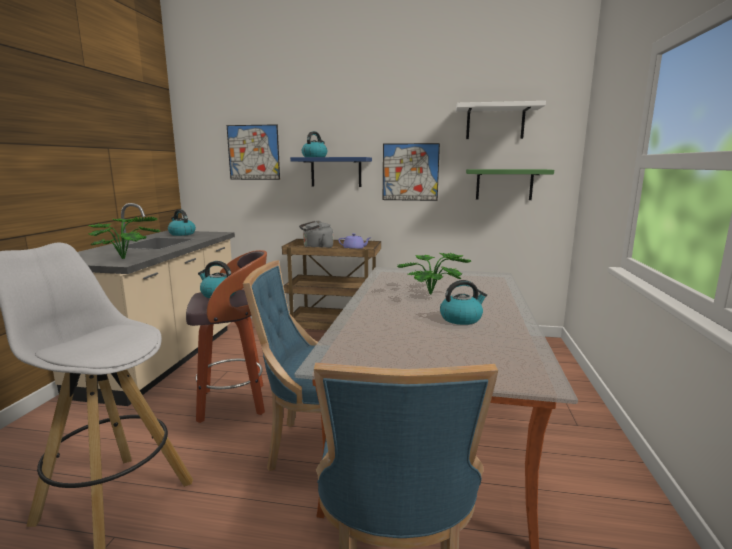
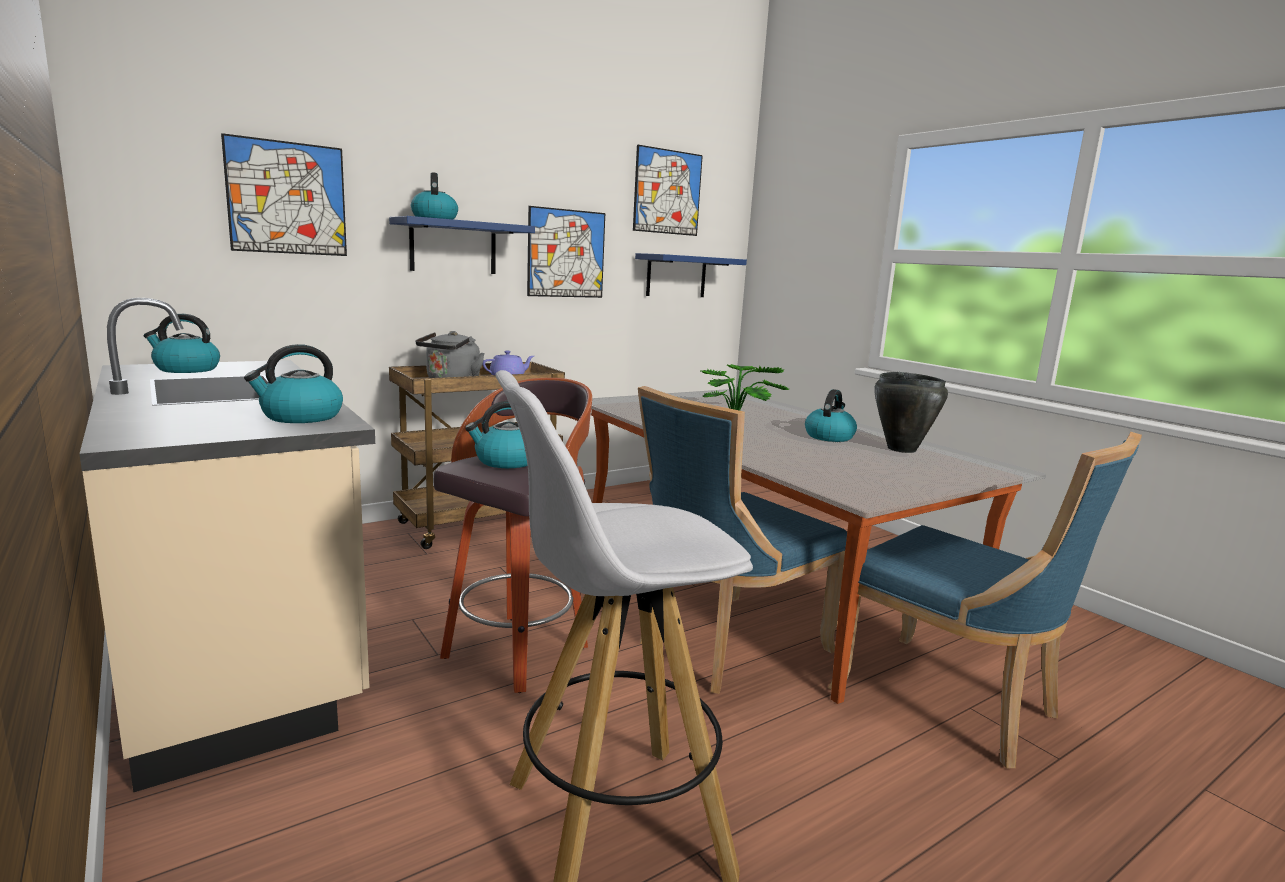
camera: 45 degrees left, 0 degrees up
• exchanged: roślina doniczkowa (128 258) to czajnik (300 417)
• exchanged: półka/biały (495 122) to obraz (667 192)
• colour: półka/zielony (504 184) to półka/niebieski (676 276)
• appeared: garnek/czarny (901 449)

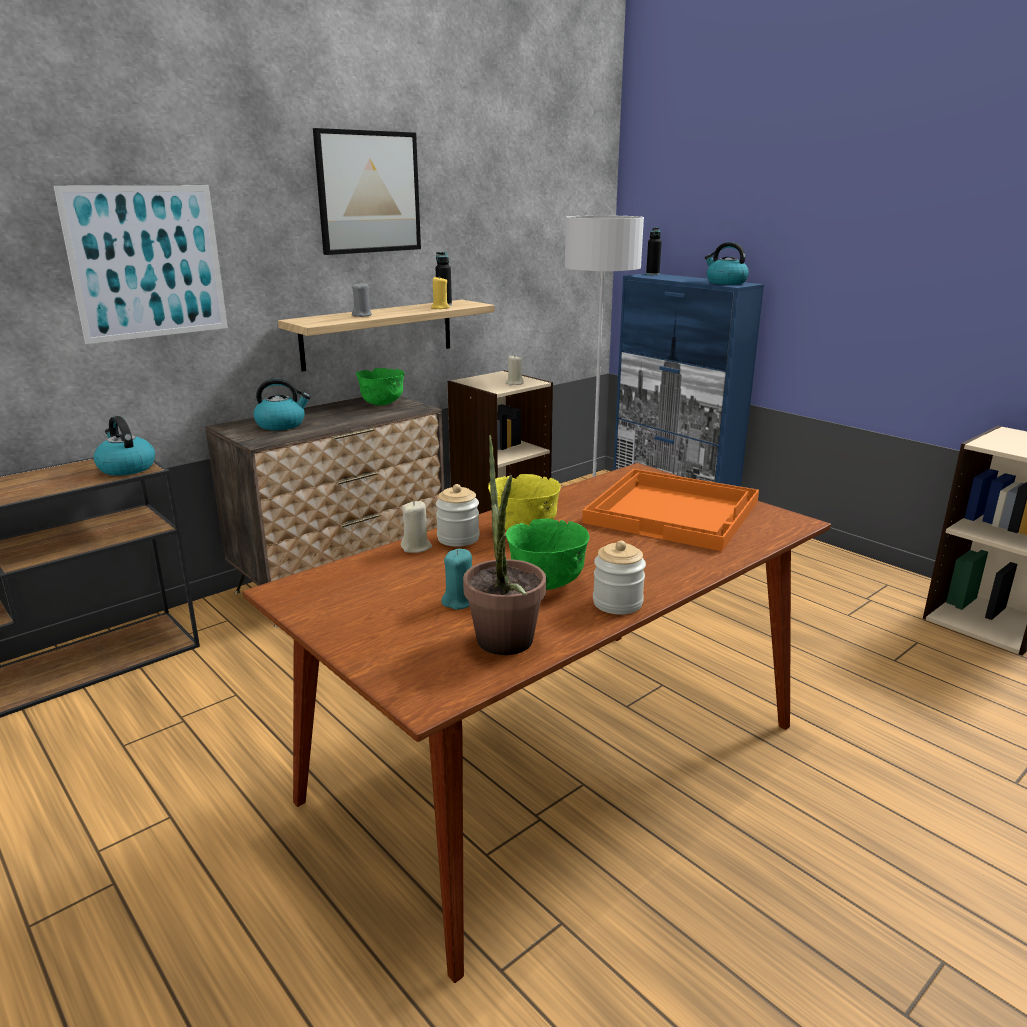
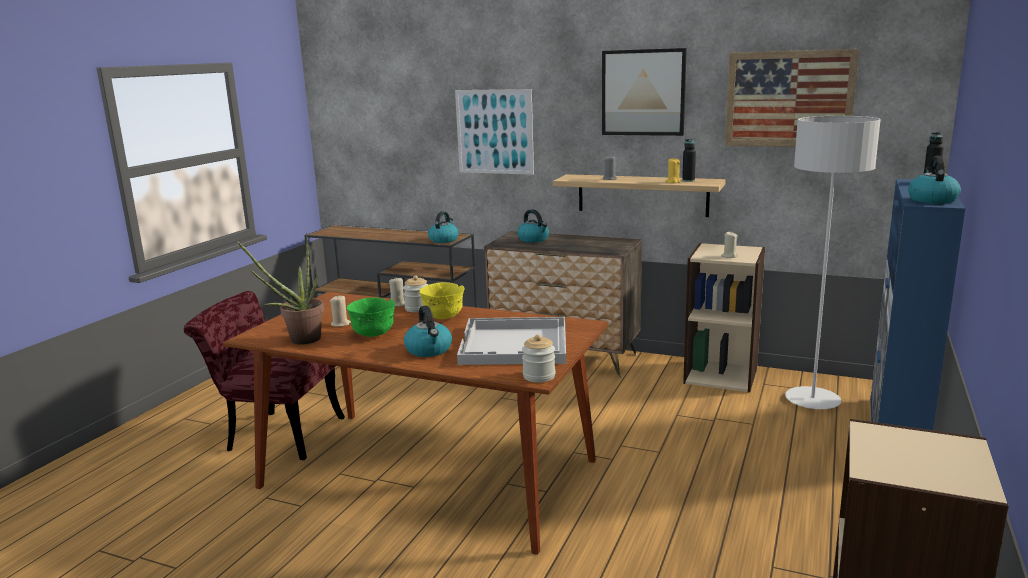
camera: 65 degrees right, 5 degrees down
• appeared: krzesło/czerwony (275 434)
• colour: świeca/turkusowy (459 601) to świeca/beżowy (340 324)
• appeared: czajnik (429 350)
• colour: taca/pomarańczowy (674 511) to taca/biały (515 344)
• relocated: słoik (617 603) to (539 376)
• appeared: obraz (789 99)
• missing: miska/zielony (382 404)

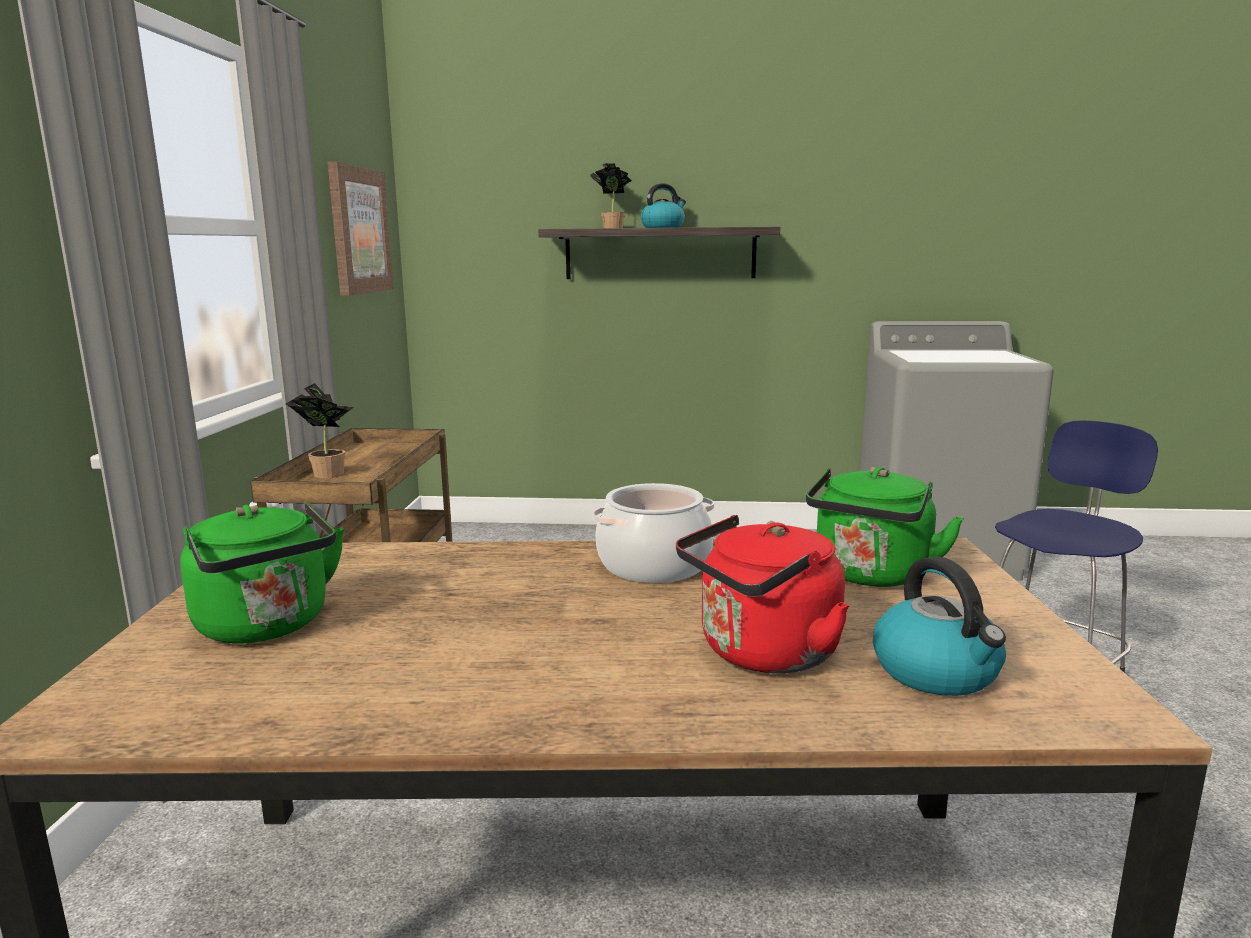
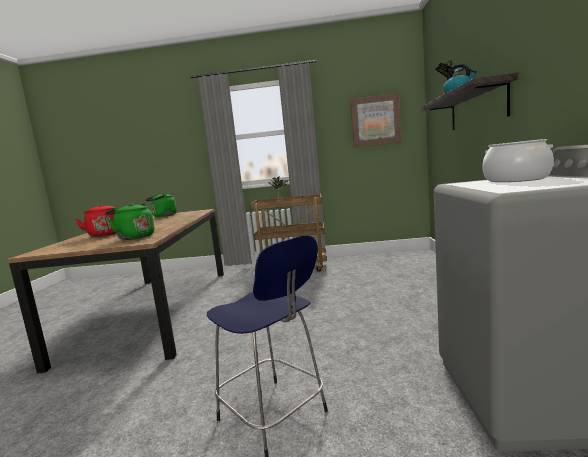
camera: 90 degrees right, 5 degrees down
• relocated: garnek (654 565) to (516 179)
• missing: czajnik (937 672)

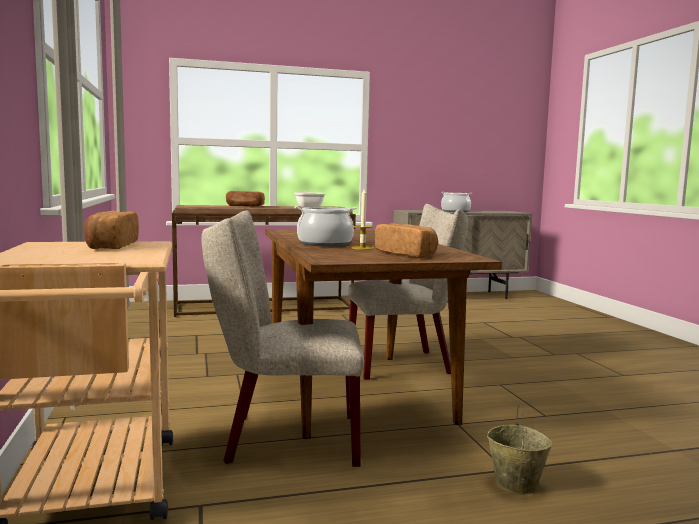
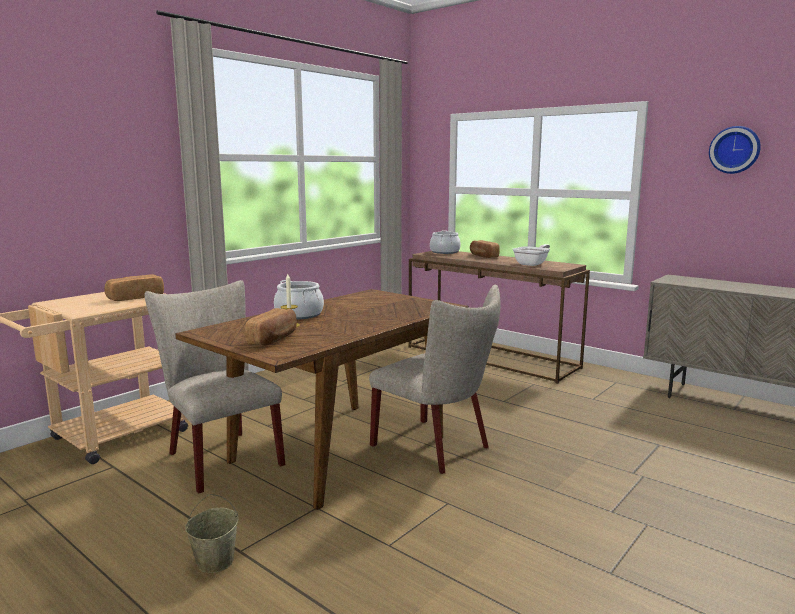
camera: 55 degrees right, 5 degrees up
• relocated: garnek (455 211) to (445 252)
• appeared: zegar ścienny (735 150)

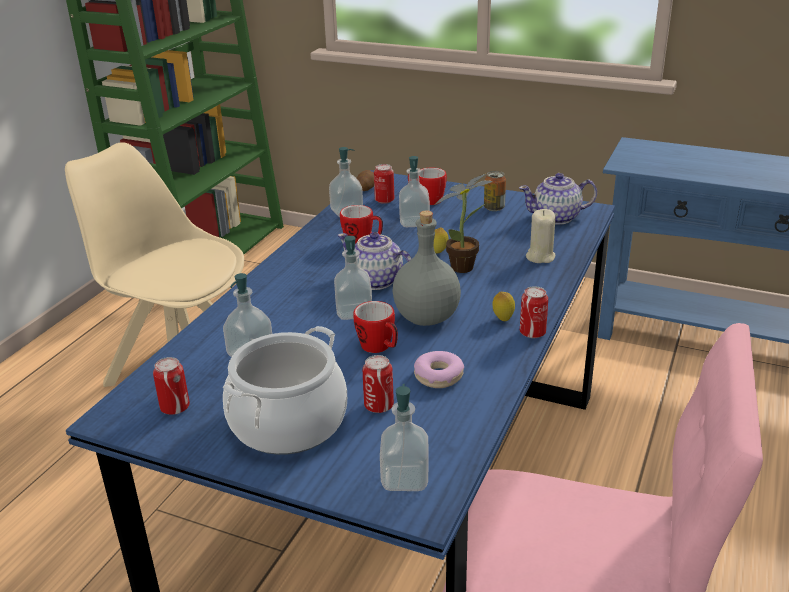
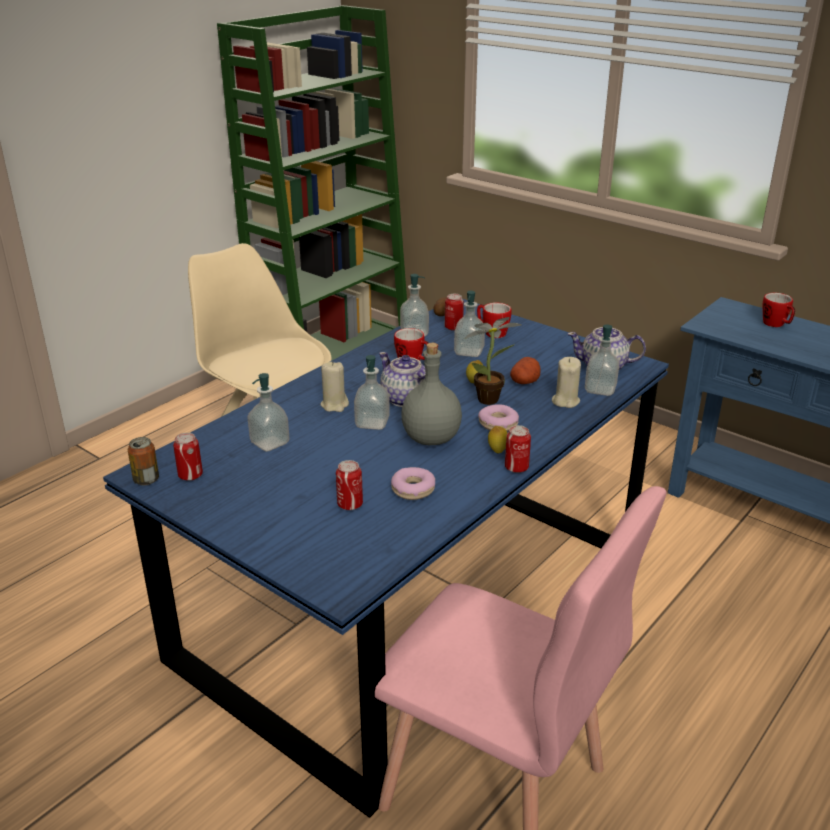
camera: 15 degrees right, 0 degrees up
• relocated: puszka (494 208) to (146 480)
• appeared: świeca/beżowy (335 405)
• appeared: donut (498 424)
• appeared: ziemniak (525 381)
• relocated: dozownik mydła (405 478) to (600 389)
• relocated: kubek (379 348) to (776 325)
• missing: garnek (289 423)

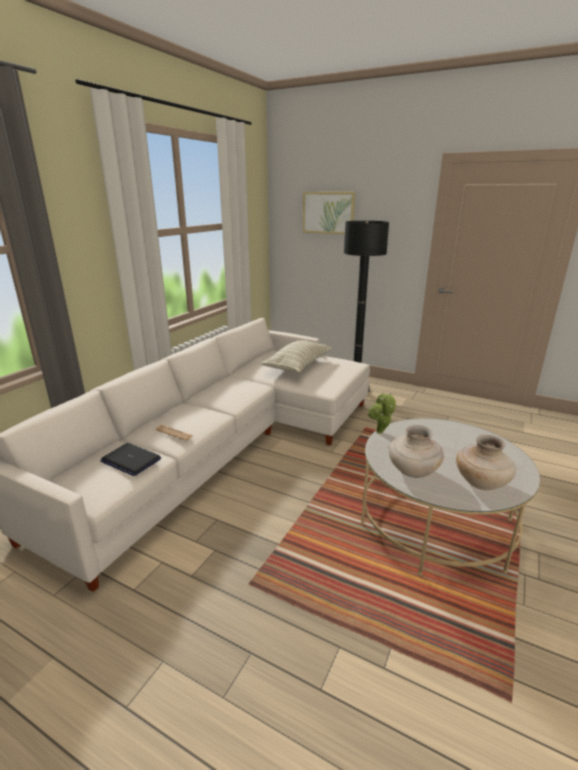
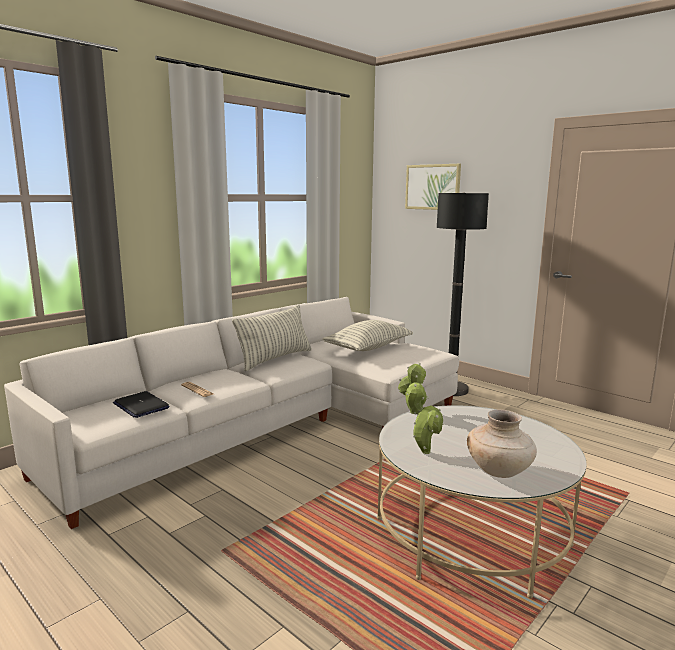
camera: 15 degrees right, 10 degrees down
• appeared: poduszka (275 359)
• exchanged: wazon/beżowy (412 472) to roślina doniczkowa (423 450)

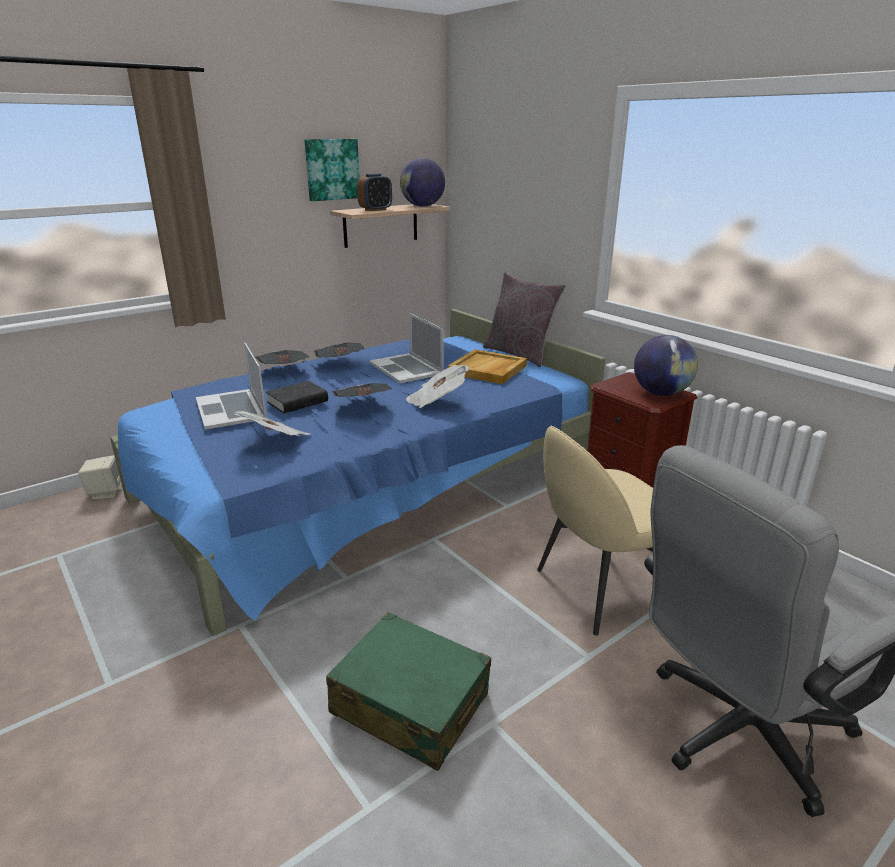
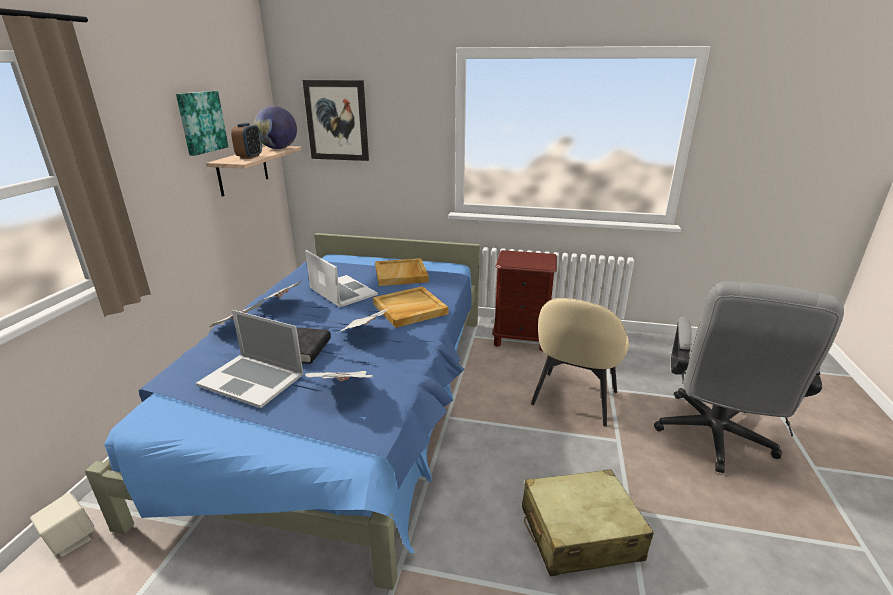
camera: 40 degrees left, 0 degrees up
• appeared: obraz (337 121)
• spun: laptop (406 368) = (342 291) 150 degrees counterclockwise
• exchanged: gazeta (436 401) to taca/beżowy (409 309)
• colour: walizka/zielony (410 704) to walizka/beżowy (579 533)
• missing: poduszka/szary (519 354)
• missing: globus (661 393)

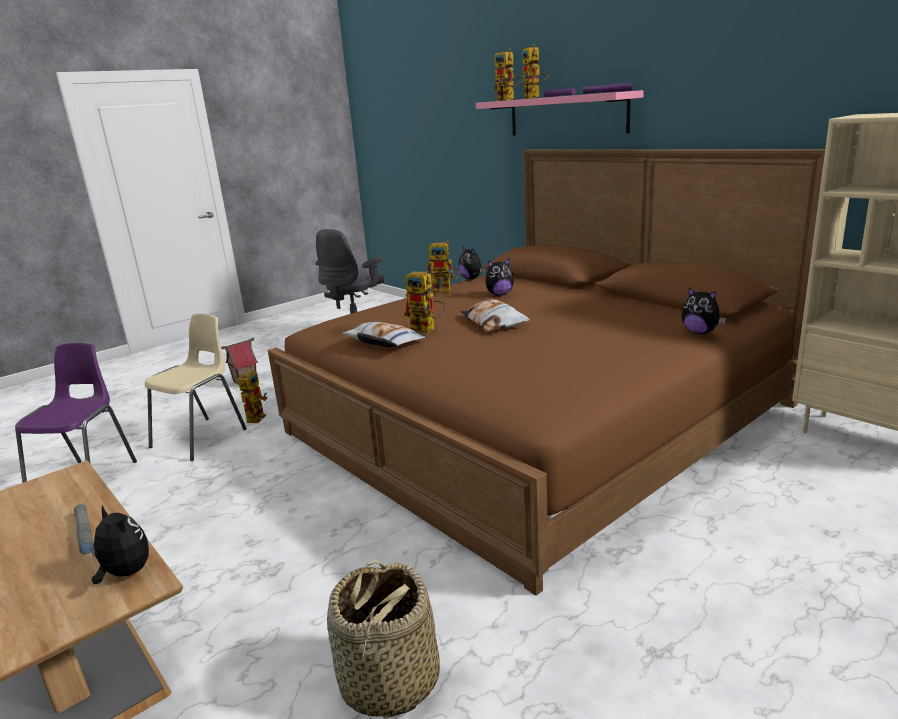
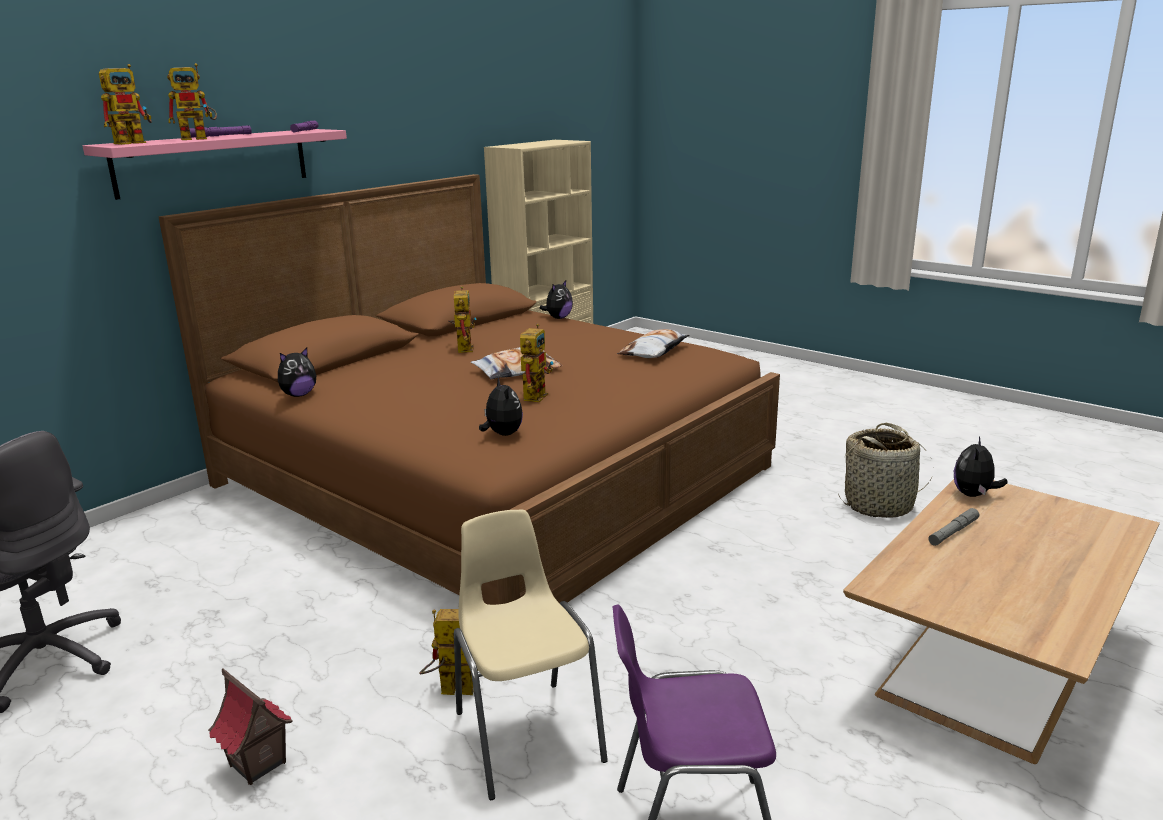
camera: 100 degrees left, 0 degrees up
• relocated: robot zabawkowy (446 291) to (463 347)
• spun: krzesło/beżowy (201 437) = (526 734) 45 degrees clockwise
• relocated: pluszak (499 294) to (502 434)
• relocated: poduszka (385 342) to (654 351)

